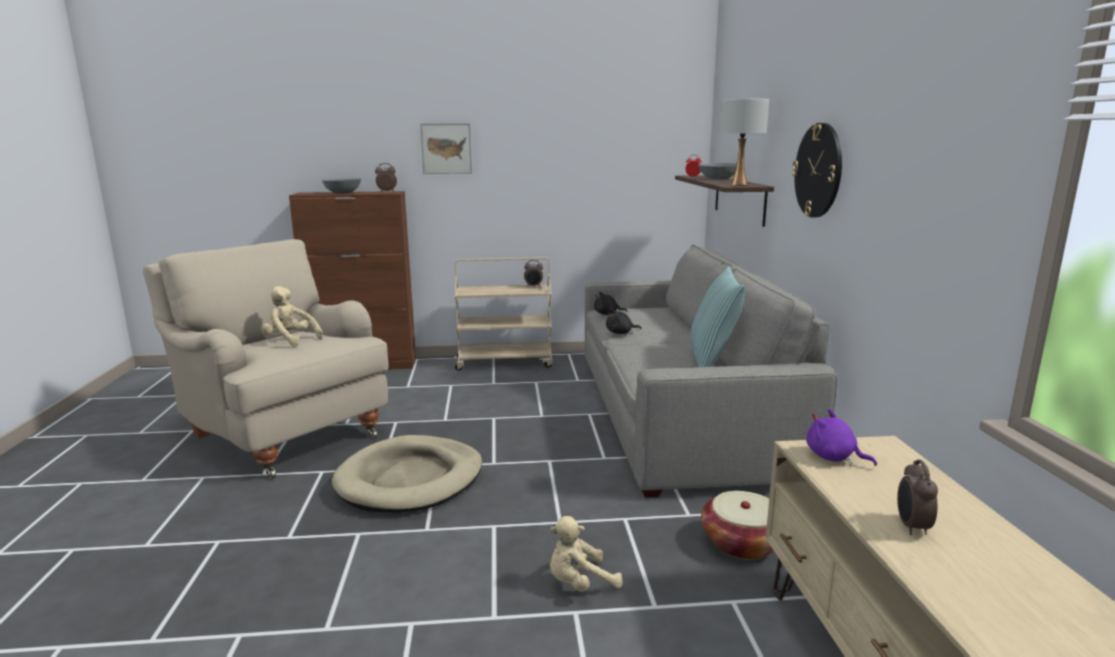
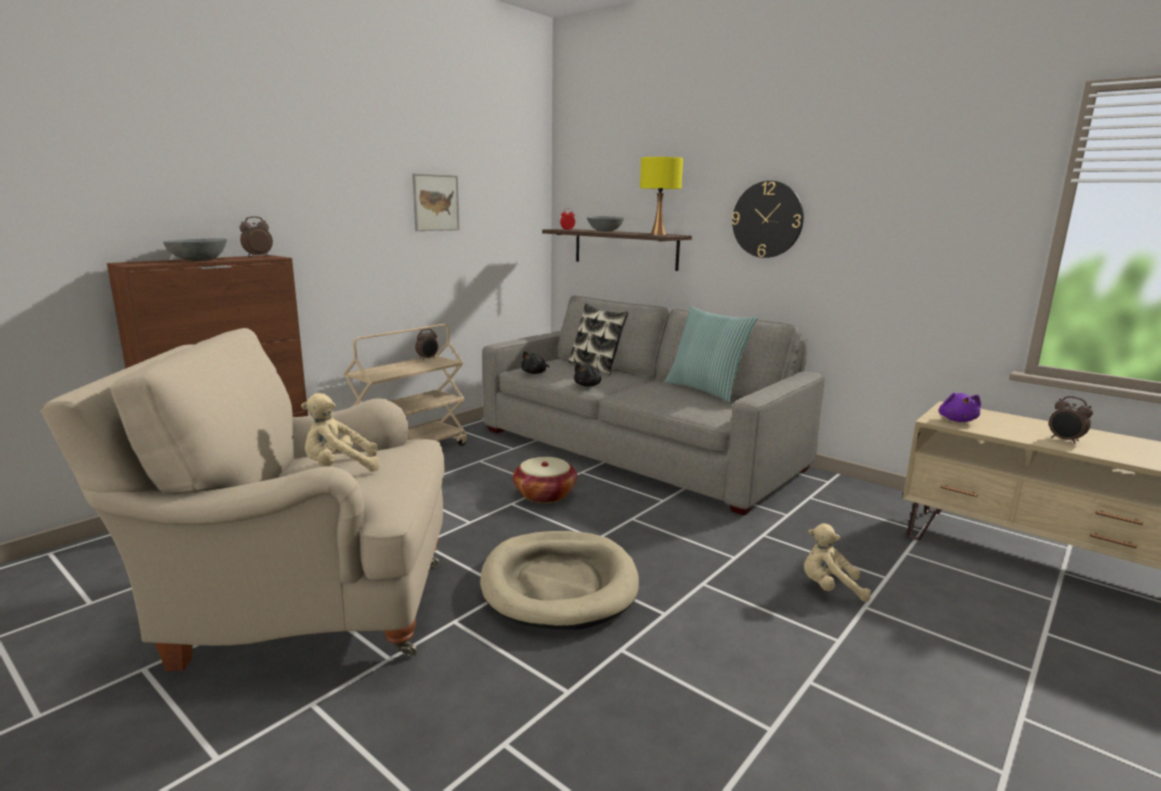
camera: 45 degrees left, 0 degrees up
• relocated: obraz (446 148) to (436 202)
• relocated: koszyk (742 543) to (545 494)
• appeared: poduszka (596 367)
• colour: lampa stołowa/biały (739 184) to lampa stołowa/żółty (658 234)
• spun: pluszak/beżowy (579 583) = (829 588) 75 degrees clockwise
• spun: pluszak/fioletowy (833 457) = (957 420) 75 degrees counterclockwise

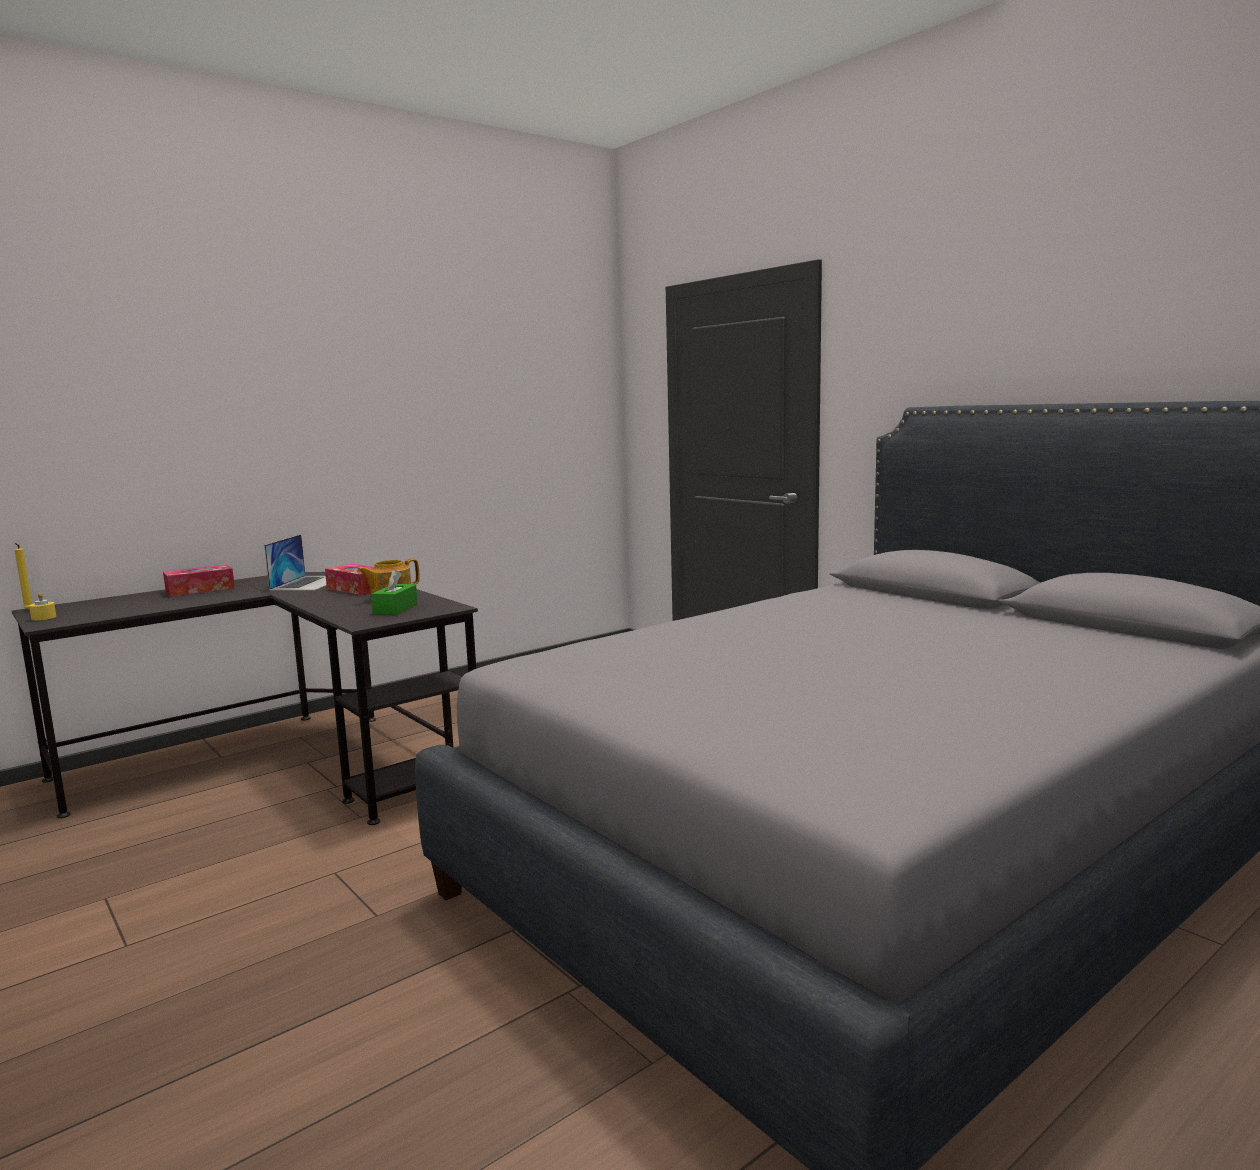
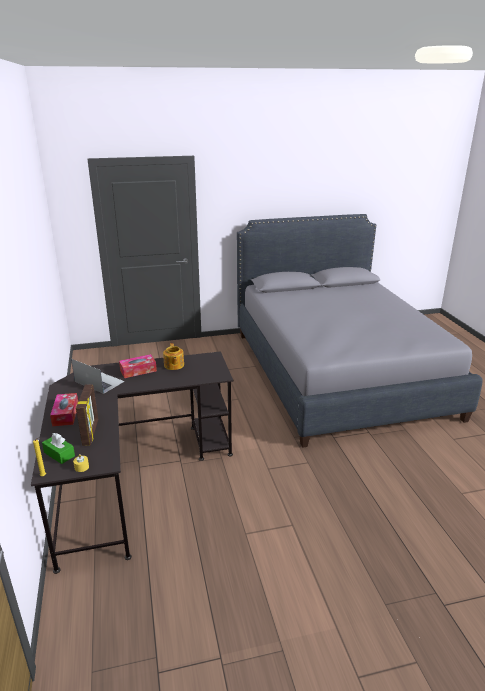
camera: 65 degrees left, 15 degrees up
• relocated: pudełko chusteczek/zielony (395 609) to (59 454)
• appeared: ramka na zdjęcie (91 432)

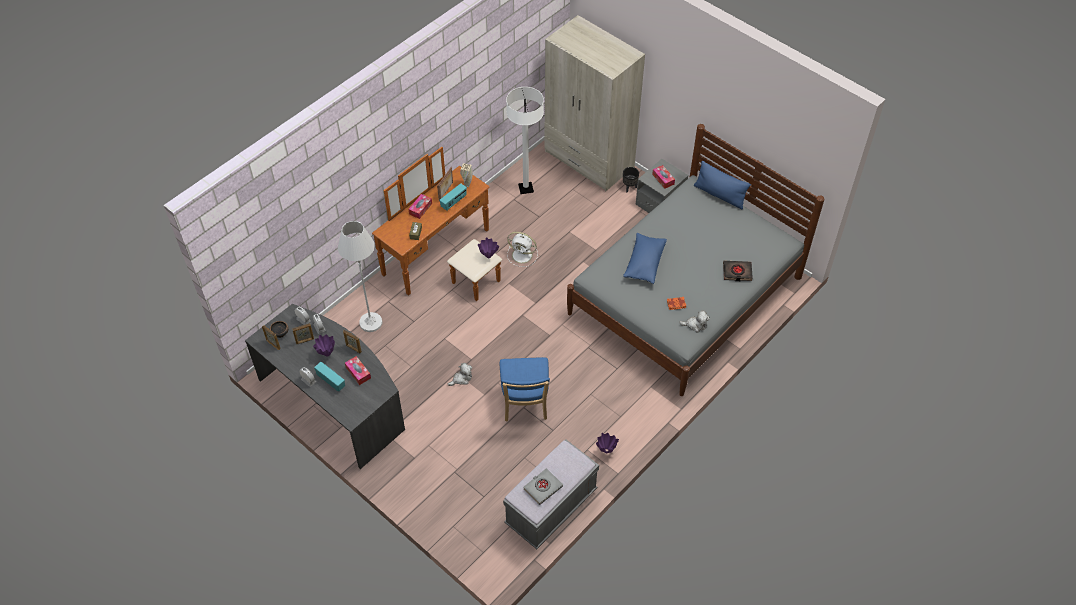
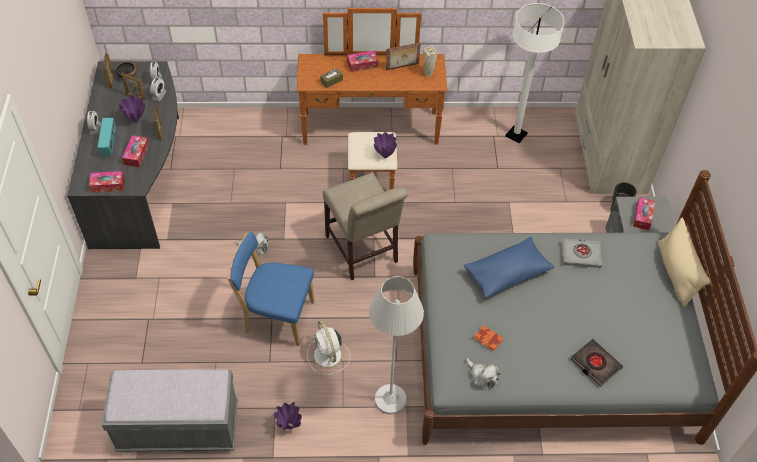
camera: 45 degrees right, 0 degrees up
• appeared: pudełko chusteczek (108 185)
• spun: krzesło/niebieski (525 404) = (276 316) 60 degrees clockwise
• relocated: wentylator/biały (523 255) to (328 356)
• appeared: krzesło/beżowy (363 252)
• relocated: lampa stojąca/biały (370 322) to (390 399)
• relocated: książka/szary (542 487) to (581 255)
• colour: poduszka/niebieski (719 195) to poduszka/beżowy (676 273)
• missing: radio (454 202)

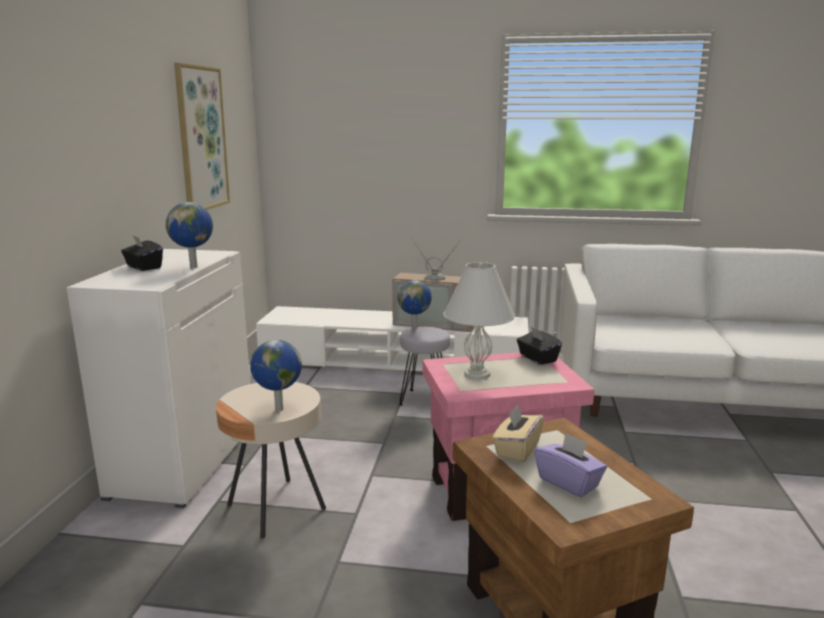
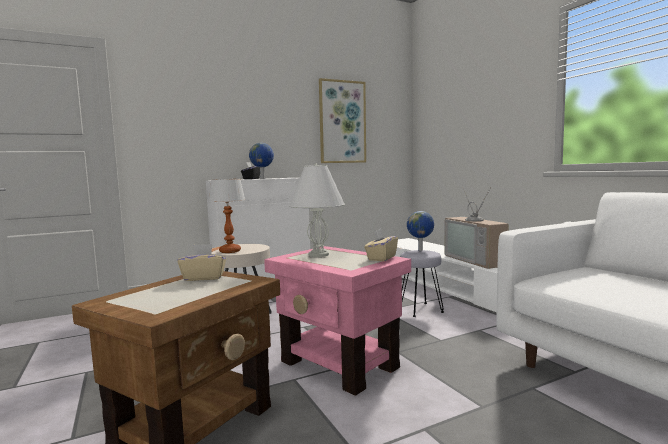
camera: 55 degrees right, 10 degrees down
• exchanged: globus (278 409) to lampa stołowa (229 251)
• colour: pudełko chusteczek/czarny (537 358) to pudełko chusteczek/beżowy (381 258)
• missing: pudełko chusteczek/fioletowy (568 482)

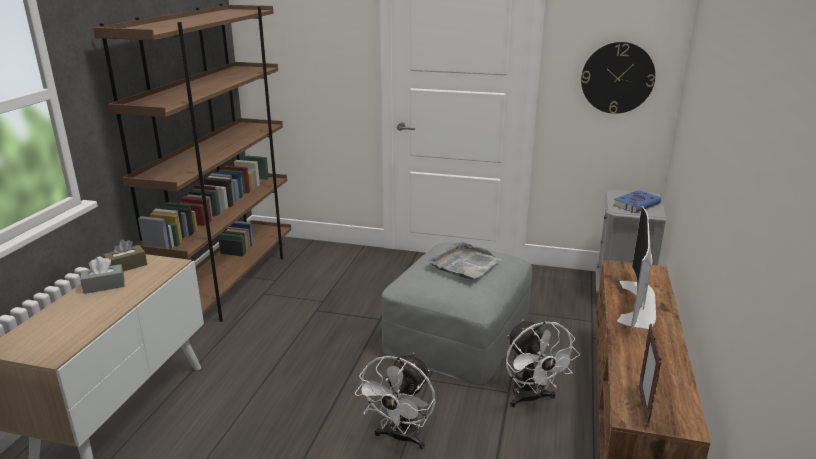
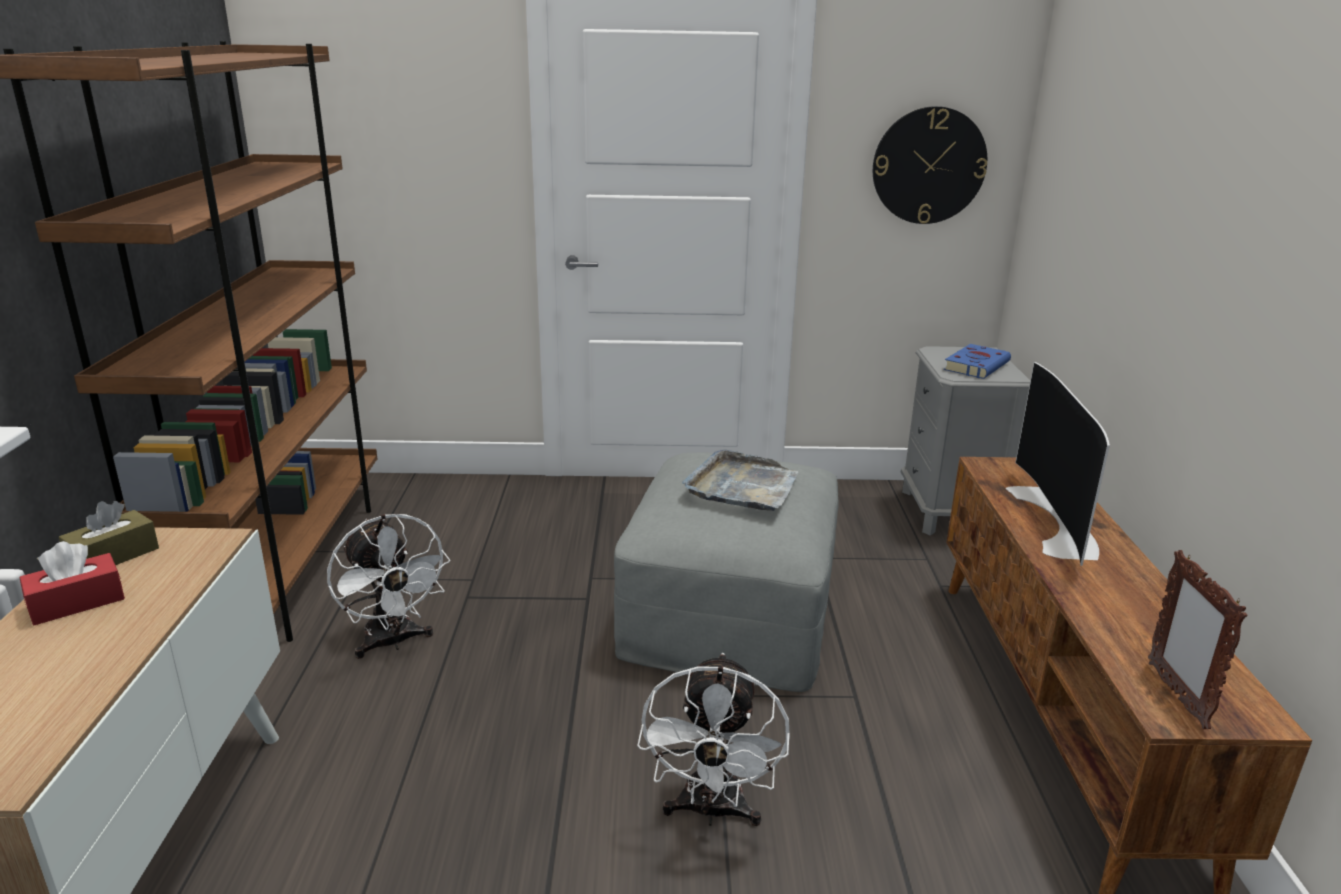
camera: 15 degrees left, 0 degrees up
• colour: pudełko chusteczek/szary (104 286) to pudełko chusteczek/czerwony (77 602)
• relocated: wentylator/biały (531 399) to (393 642)

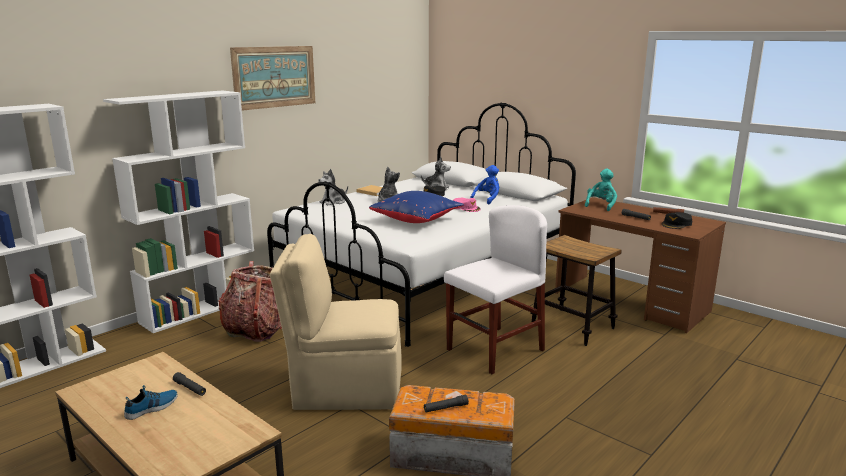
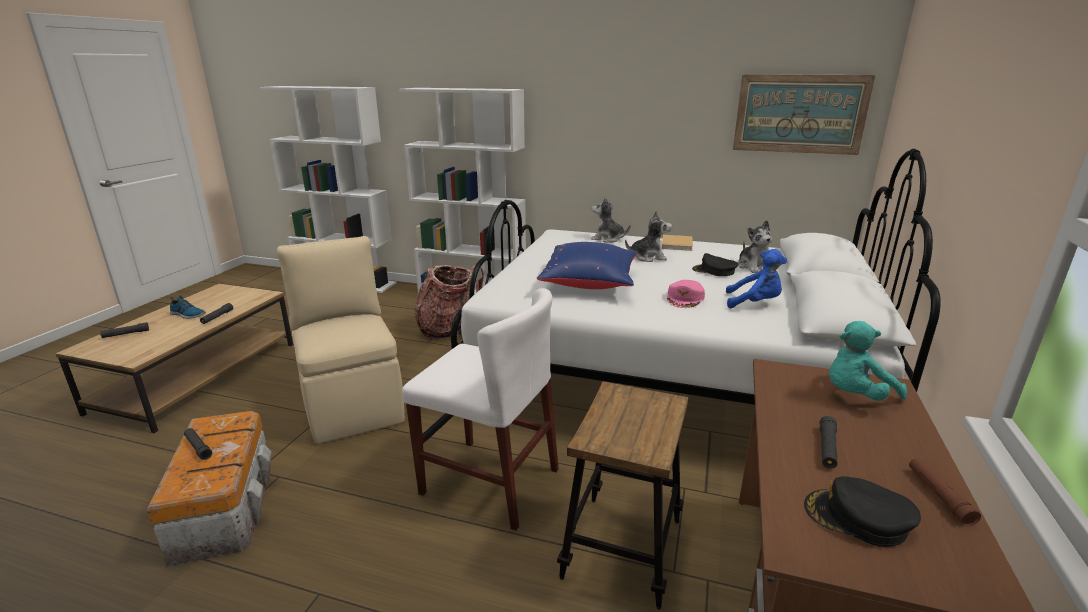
camera: 65 degrees right, 5 degrees up
• appeared: latarka/czarny (126 334)
• relocated: obraz (274 77) to (799 114)
• spun: pluszak/turkusowy (601 205) = (855 396) 150 degrees clockwise

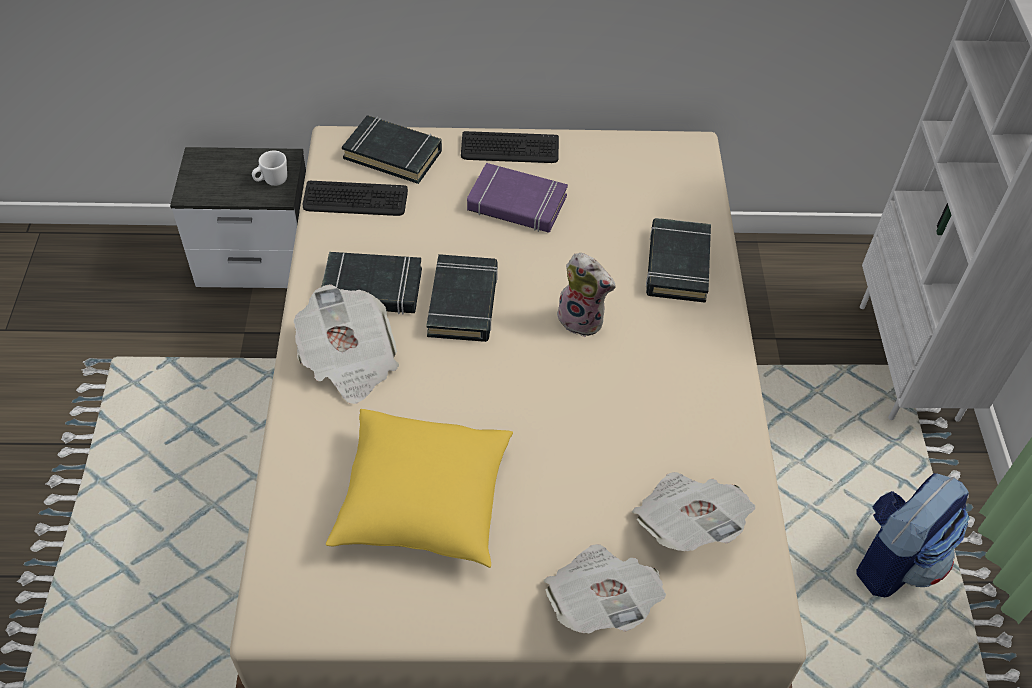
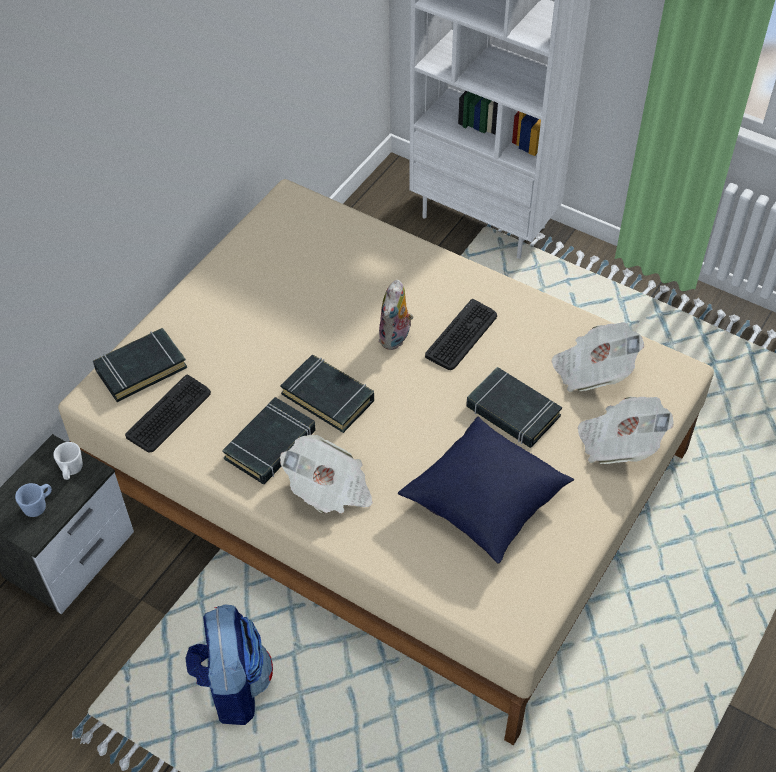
camera: 55 degrees left, 0 degrees up
• appeared: kubek/niebieski (39 506)
• relocated: plecak (894 560) to (233 685)
• spun: pluszak (583 319) = (396 338) 135 degrees clockwise
• colour: poduszka/żółty (423 503) to poduszka/niebieski (485 502)
• relocated: klawiatura (510 149) to (462 335)
• relocated: książka/czarny (677 265) to (512 412)
• missing: książka/fioletowy (516 204)

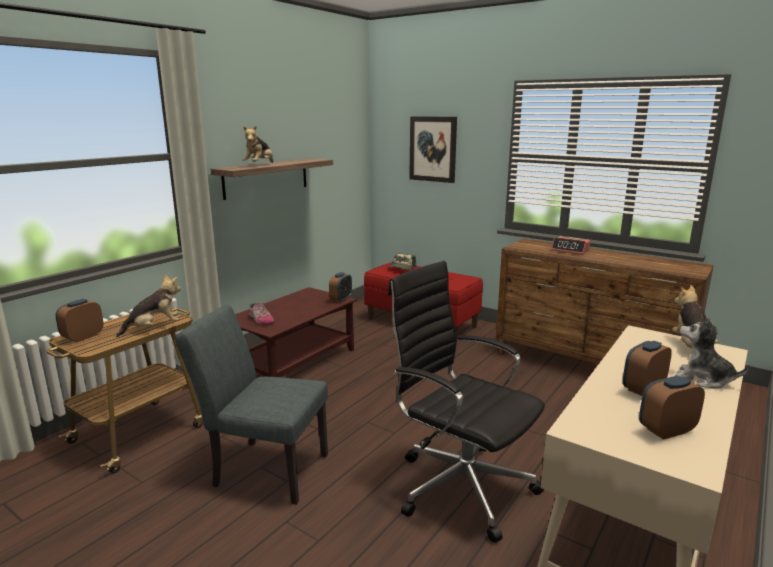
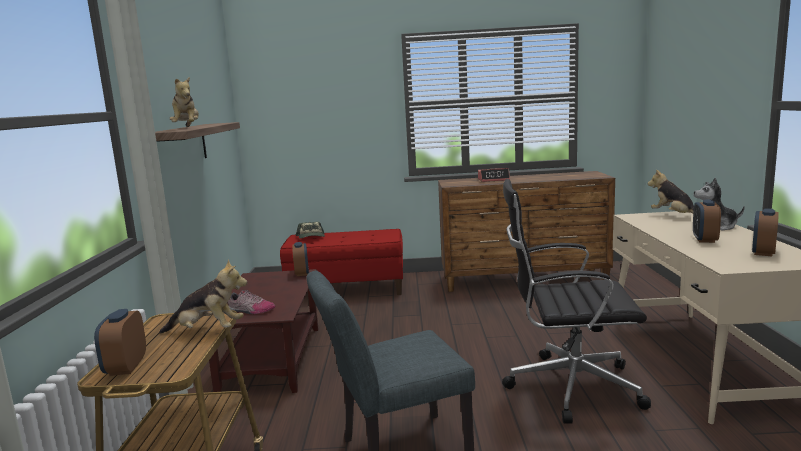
camera: 35 degrees left, 5 degrees down
• spun: pluszak (154 328) = (208 331) 75 degrees clockwise
• missing: obraz (433 149)

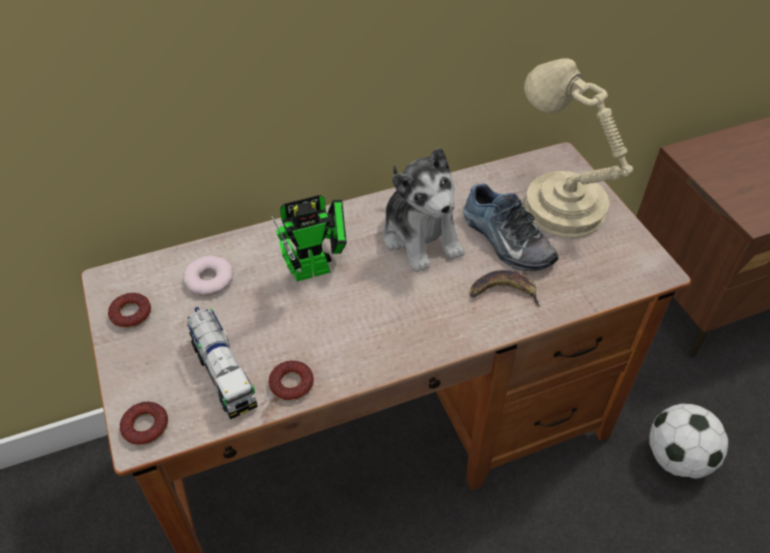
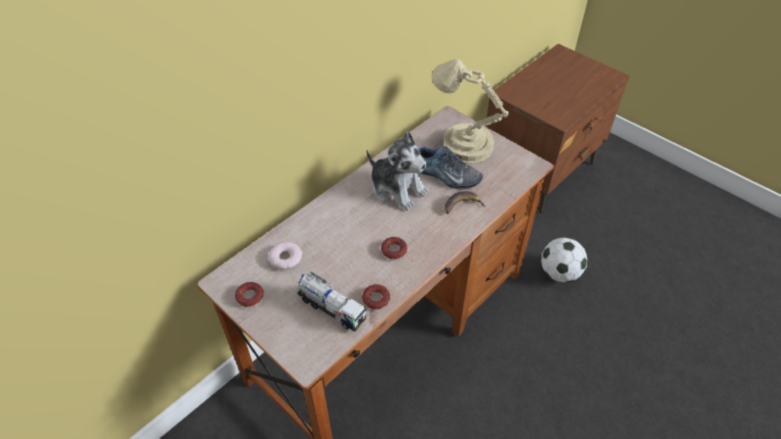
camera: 25 degrees left, 0 degrees up
• relocated: donut (146 427) to (394 250)
• missing: robot zabawkowy (317 269)

